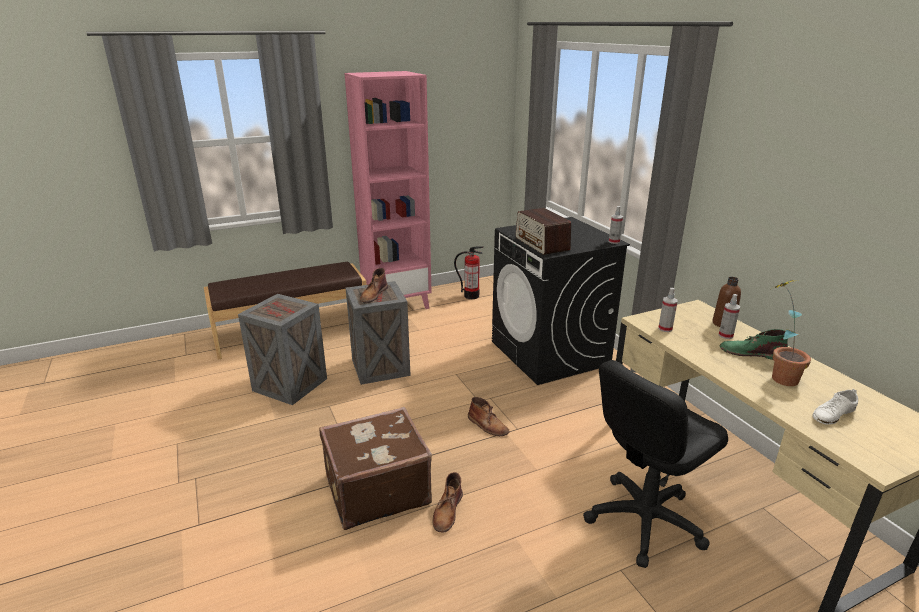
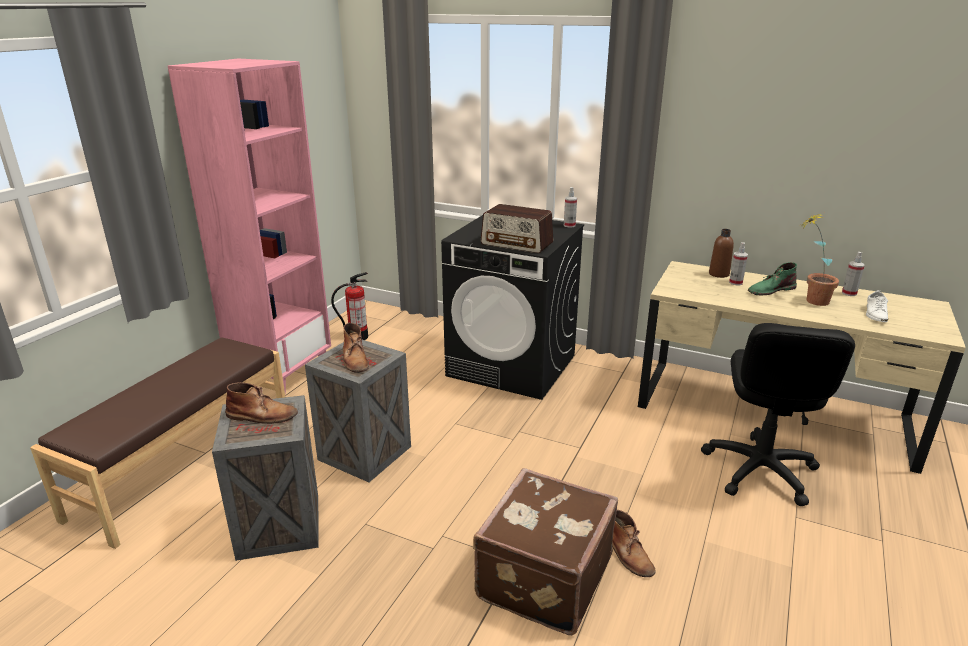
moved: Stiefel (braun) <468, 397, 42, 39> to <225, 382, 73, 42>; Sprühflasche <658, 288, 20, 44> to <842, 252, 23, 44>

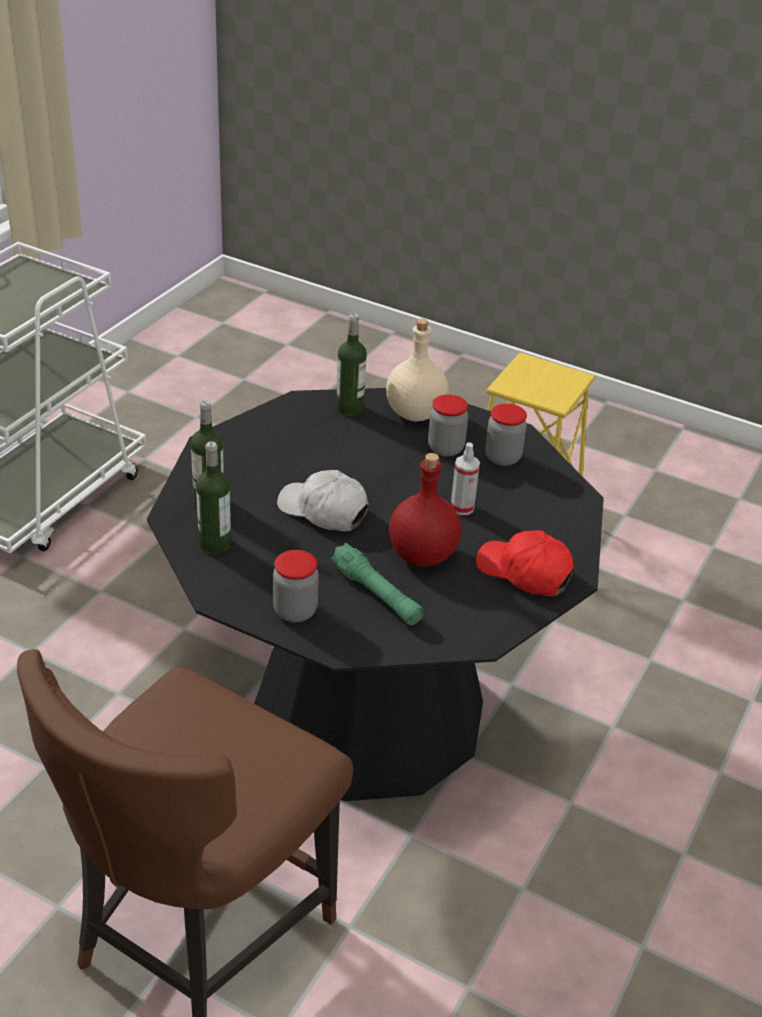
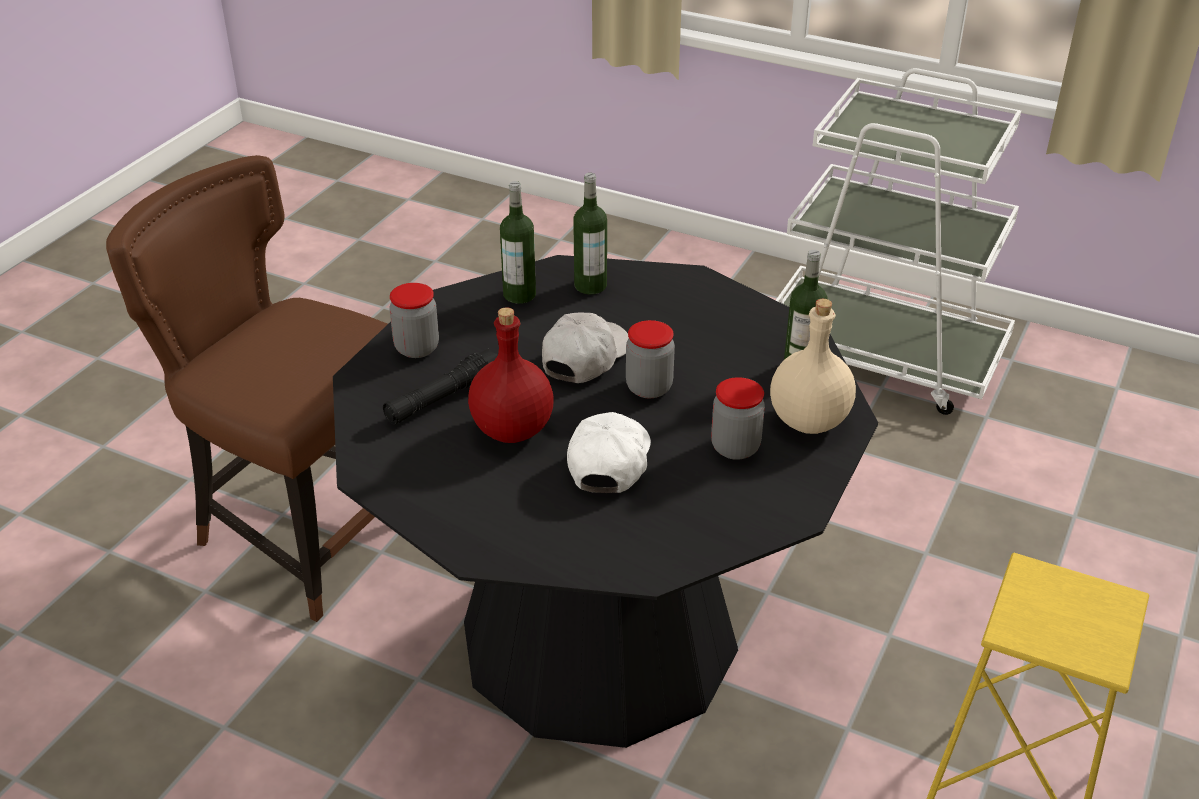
removed: Kappe (rot) <476, 530, 99, 66>
moved: Vorratsglas <485, 404, 42, 62> to <626, 320, 49, 78>
replaced: Sprühflasche <451, 443, 29, 72> to Kappe (weiß) <567, 412, 84, 81>
recoloured: Taschenlampe (grün) <331, 543, 93, 82> to Taschenlampe (schwarz) <383, 348, 114, 77>

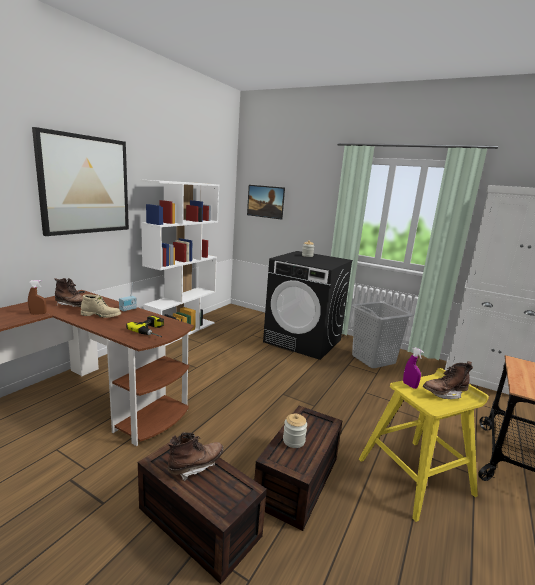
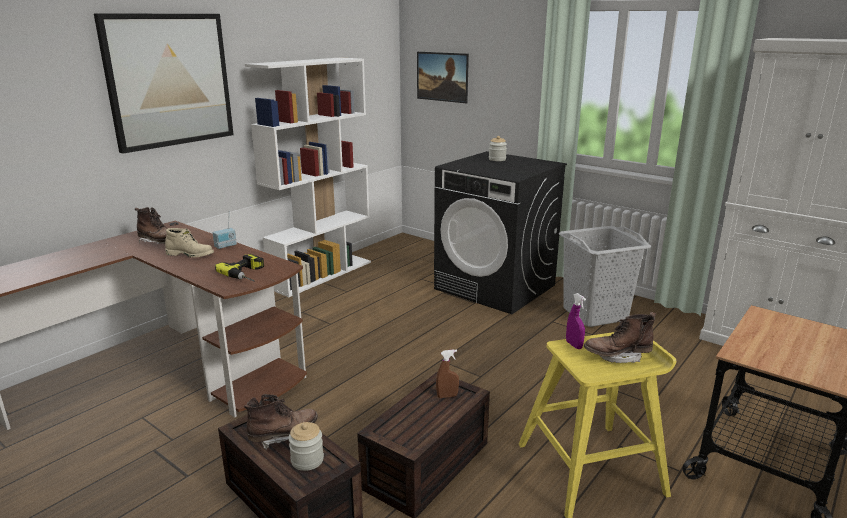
moved: Sprühflasche (braun) <28, 280, 19, 35> to <436, 349, 23, 49>; Vorratsglas <283, 414, 24, 34> to <288, 422, 36, 49>

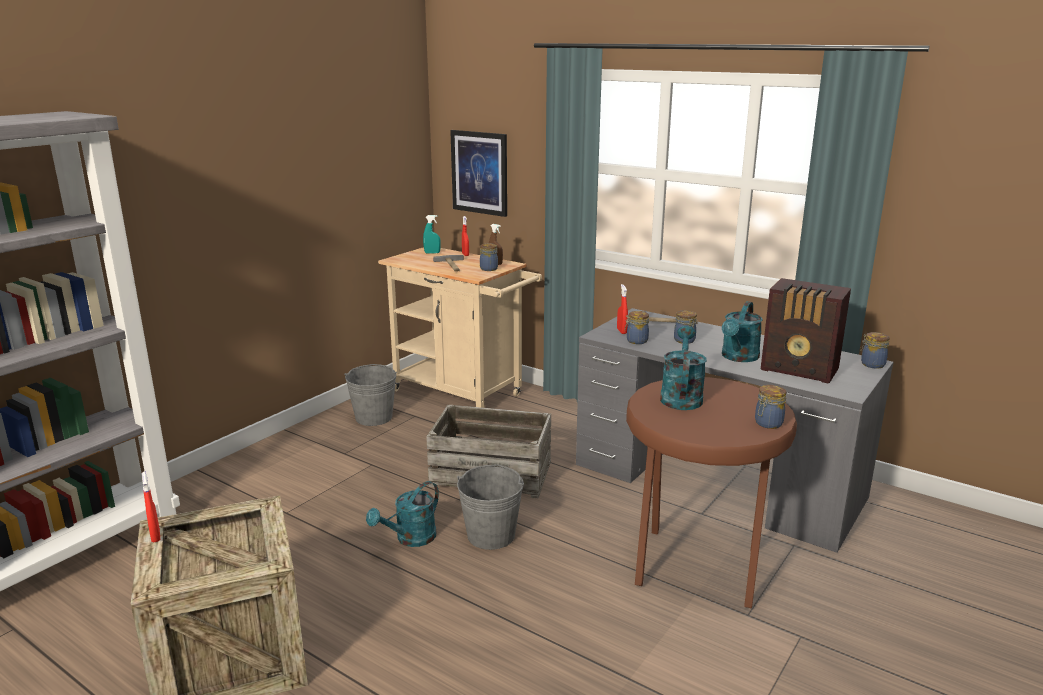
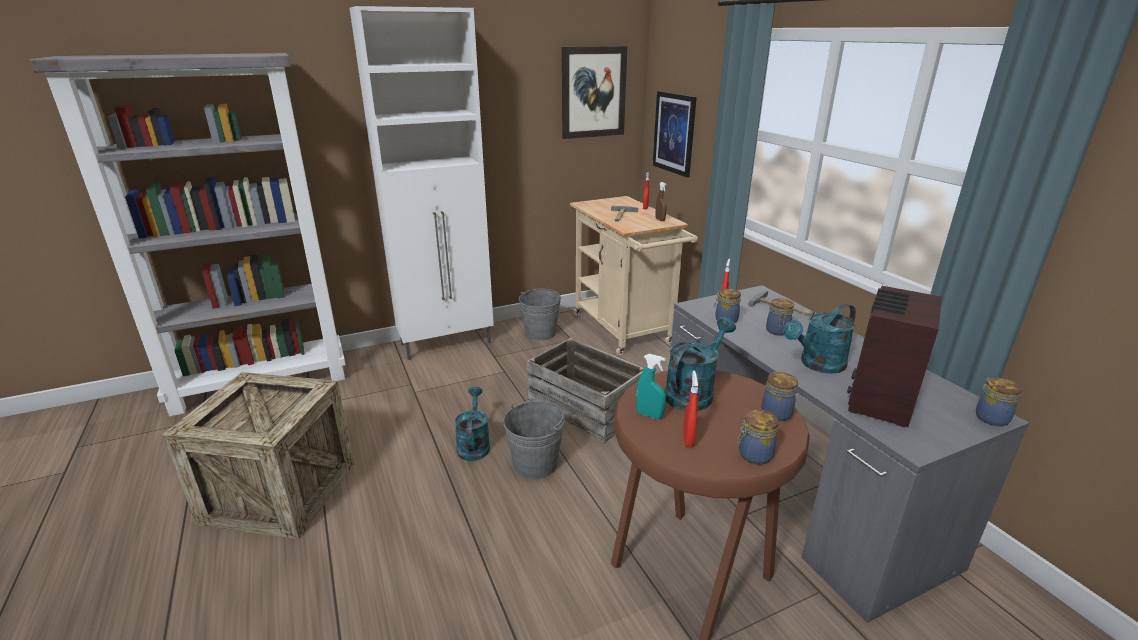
added: Schrank (weiß) <350, 6, 144, 354>; Bild <562, 46, 65, 93>
moved: Sprühflasche (rot) <142, 471, 18, 71> to <683, 371, 15, 76>; Sprühflasche (türkis) <423, 215, 18, 39> to <636, 354, 30, 65>; Vorratsglas <480, 243, 18, 28> to <761, 372, 37, 49>
turned: Gießkanne (türkis) <366, 481, 73, 66> = <454, 387, 36, 74> 105 degrees clockwise; Radio <761, 278, 90, 106> = <847, 286, 95, 141> 60 degrees clockwise

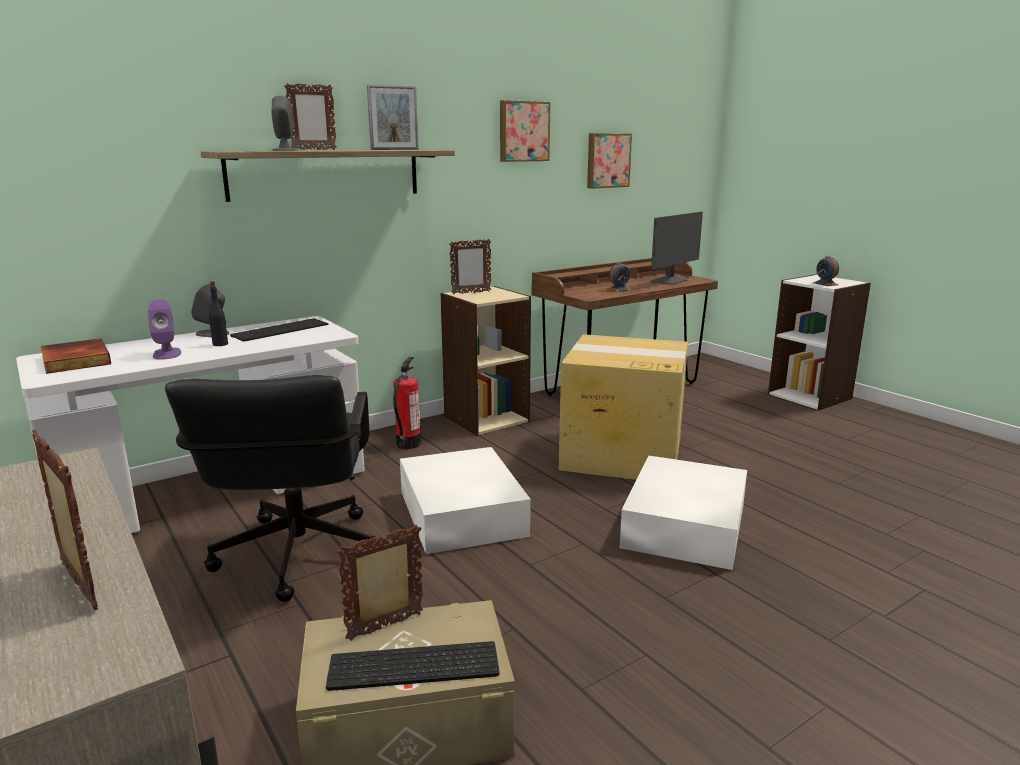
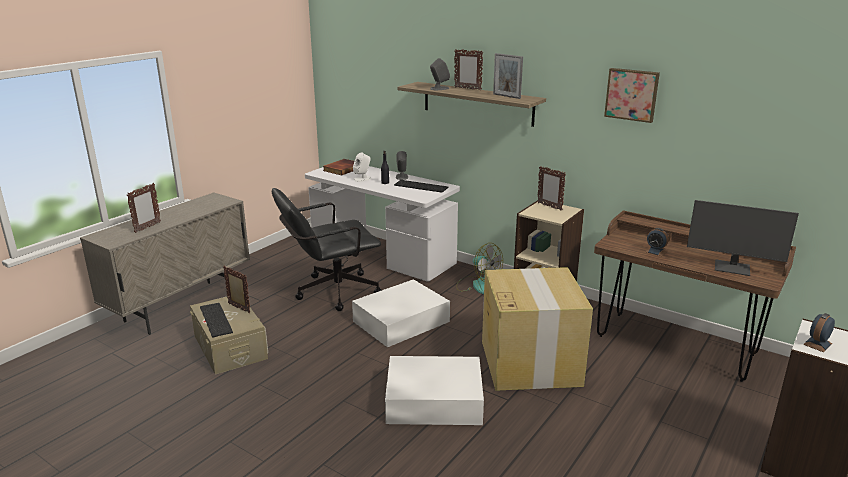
removed: Bild <587, 133, 45, 56>
replaced: Feuerlöscher <393, 357, 28, 92> to Ventilator <456, 243, 47, 51>
recoloured: Lautsprecher (lila) <148, 299, 33, 61> to Lautsprecher (weiß) <353, 152, 18, 30>

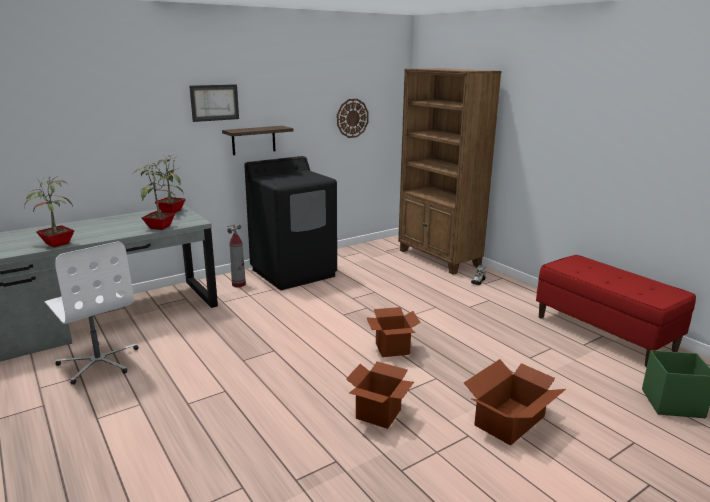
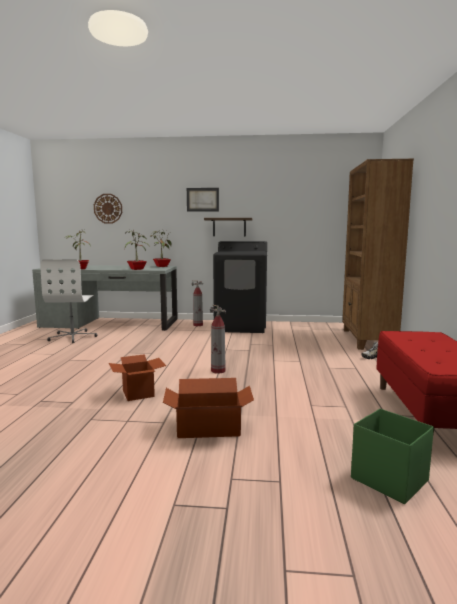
moved: Wanduhr <337, 99, 32, 39> to <94, 194, 28, 30>
replaced: Karton <366, 307, 55, 50> to Feuerlöscher <210, 305, 16, 69>

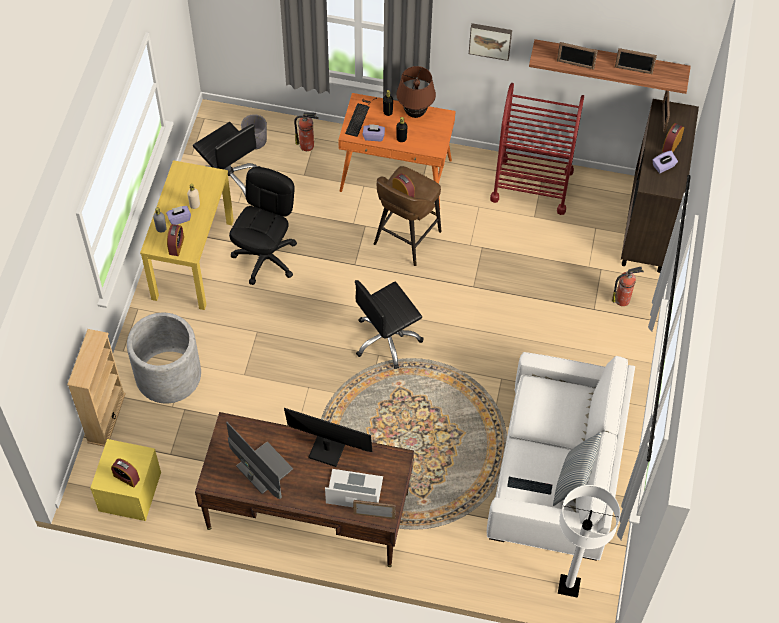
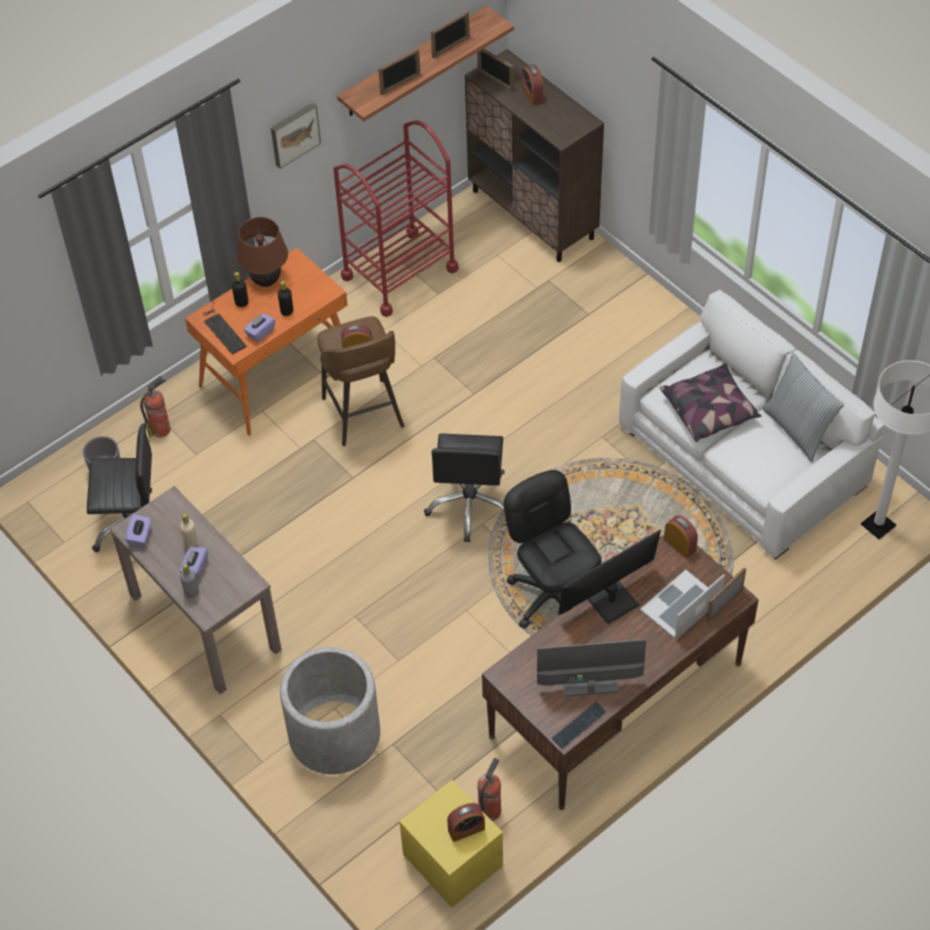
removed: Bücherregal (beige) <67, 329, 59, 118>
added: Kissen <660, 363, 102, 79>
moved: Wecker <167, 224, 17, 32> to <664, 515, 34, 43>; Bürostuhl (schwarz) <229, 167, 68, 118> to <504, 470, 98, 158>; Tastatur <507, 477, 45, 18> to <552, 702, 54, 46>; Feuerlöscher <612, 267, 32, 39> to <477, 758, 24, 63>; Taschentuchbox (lila) <653, 151, 25, 22> to <125, 514, 26, 33>
recoloured: Konsolentisch (gelb) <140, 160, 94, 150> to Konsolentisch (braun) <110, 486, 172, 208>

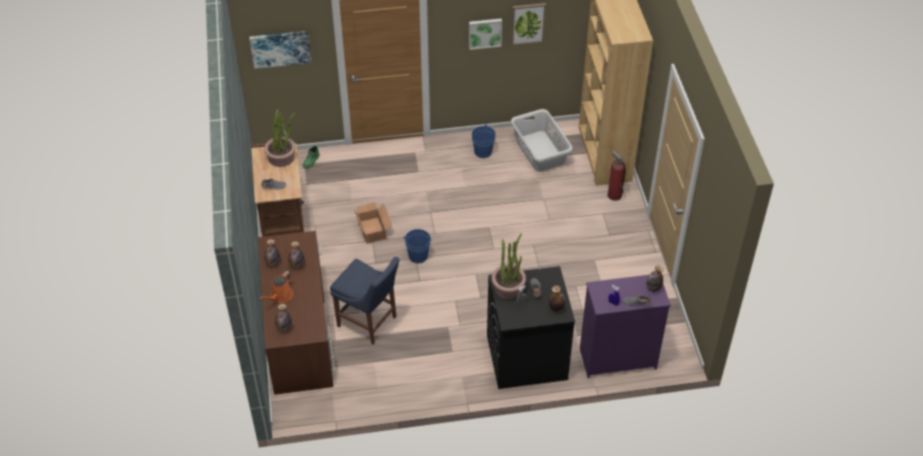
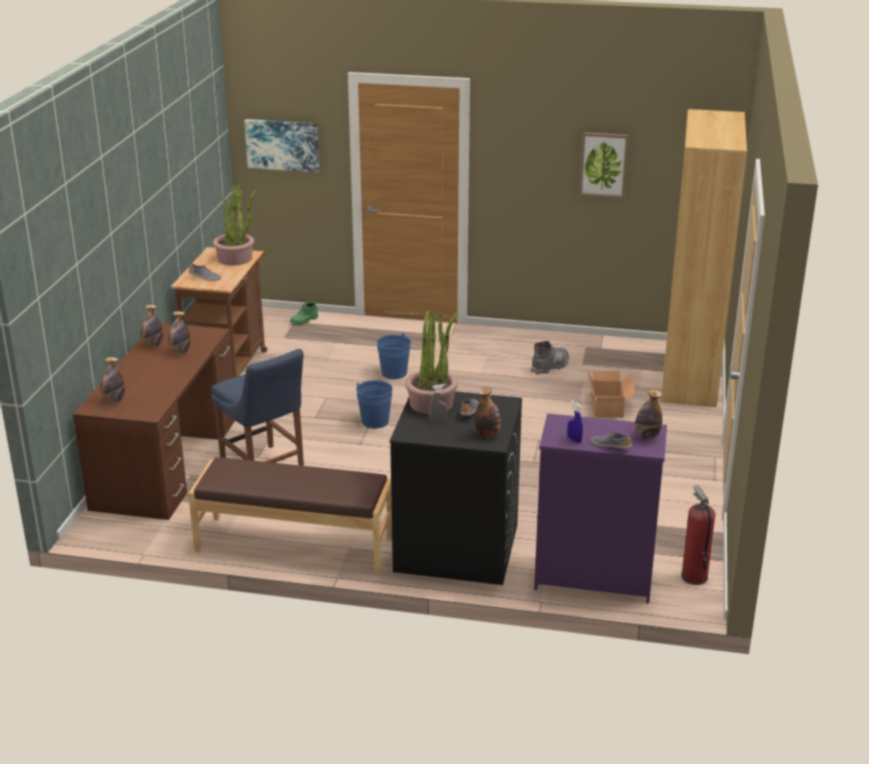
removed: Gießkanne (orange) <260, 271, 33, 32>; Bild <469, 19, 33, 31>; Wäschekorb (grau) <510, 109, 63, 63>
added: Bank (braun) <188, 457, 204, 117>; Stiefel (grau) <531, 341, 38, 34>
moved: Karton <354, 202, 38, 42> to <588, 371, 48, 47>; Eimer (blau) <472, 125, 24, 33> to <377, 333, 34, 46>; Feuerlöscher <607, 150, 19, 51> to <681, 485, 34, 100>

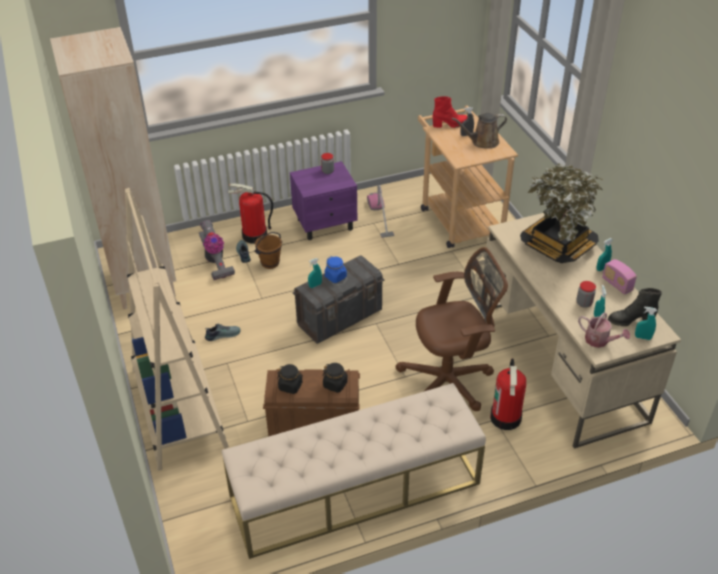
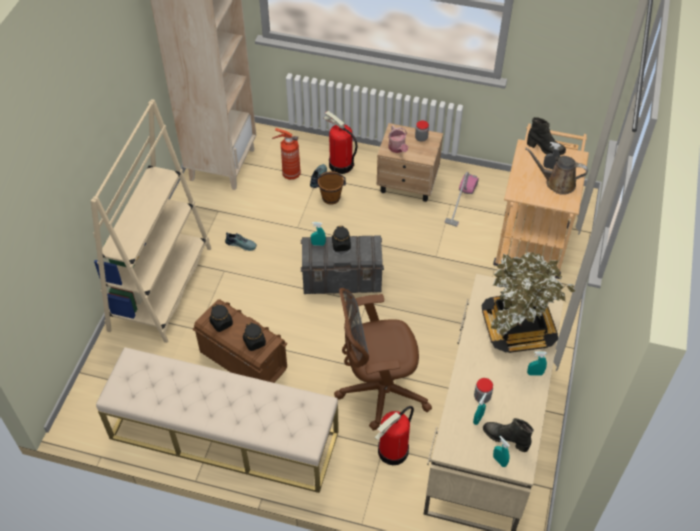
removed: Radio <602, 259, 35, 36>
moved: Gießkanne <578, 313, 52, 35> to <388, 125, 20, 28>
replaced: Staubsauger <199, 220, 36, 60> to Feuerlöscher <272, 128, 29, 52>
recoloured: Nachttisch (lila) <290, 161, 68, 79> to Nachttisch (beige) <376, 123, 67, 79>; Vorratsglas (blau) <325, 256, 22, 27> to Vorratsglas (schwarz) <332, 226, 19, 26>; Stiefel (rot) <433, 96, 34, 32> to Stiefel (schwarz) <527, 117, 39, 38>
turned: Bürostuhl (braun) <395, 247, 113, 164> = <334, 288, 98, 143> 150 degrees clockwise

